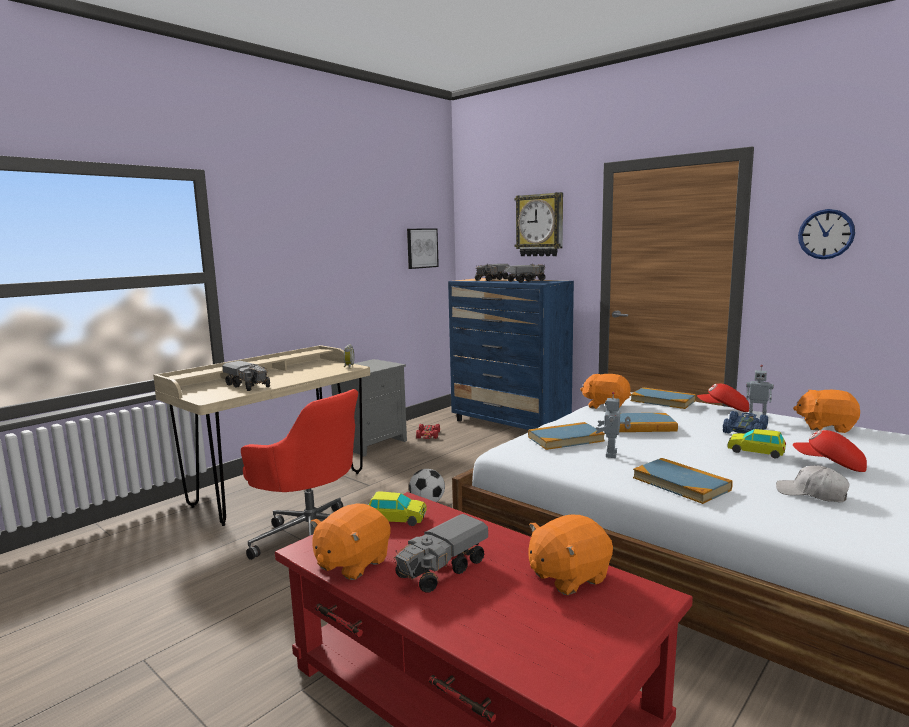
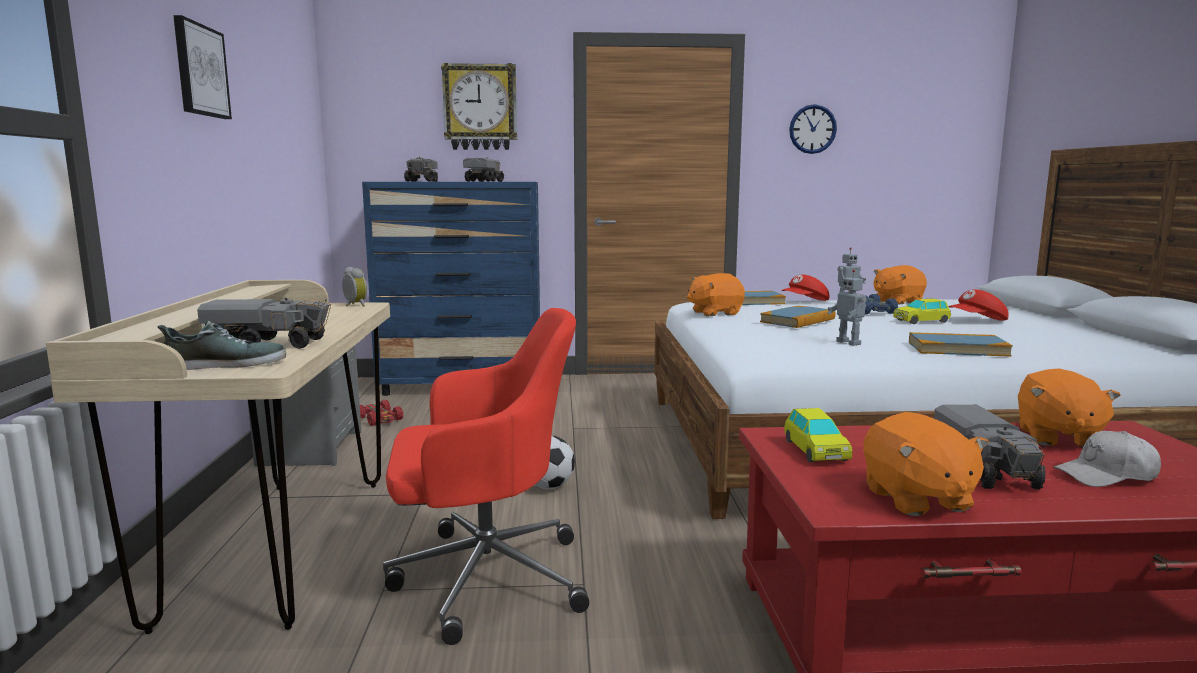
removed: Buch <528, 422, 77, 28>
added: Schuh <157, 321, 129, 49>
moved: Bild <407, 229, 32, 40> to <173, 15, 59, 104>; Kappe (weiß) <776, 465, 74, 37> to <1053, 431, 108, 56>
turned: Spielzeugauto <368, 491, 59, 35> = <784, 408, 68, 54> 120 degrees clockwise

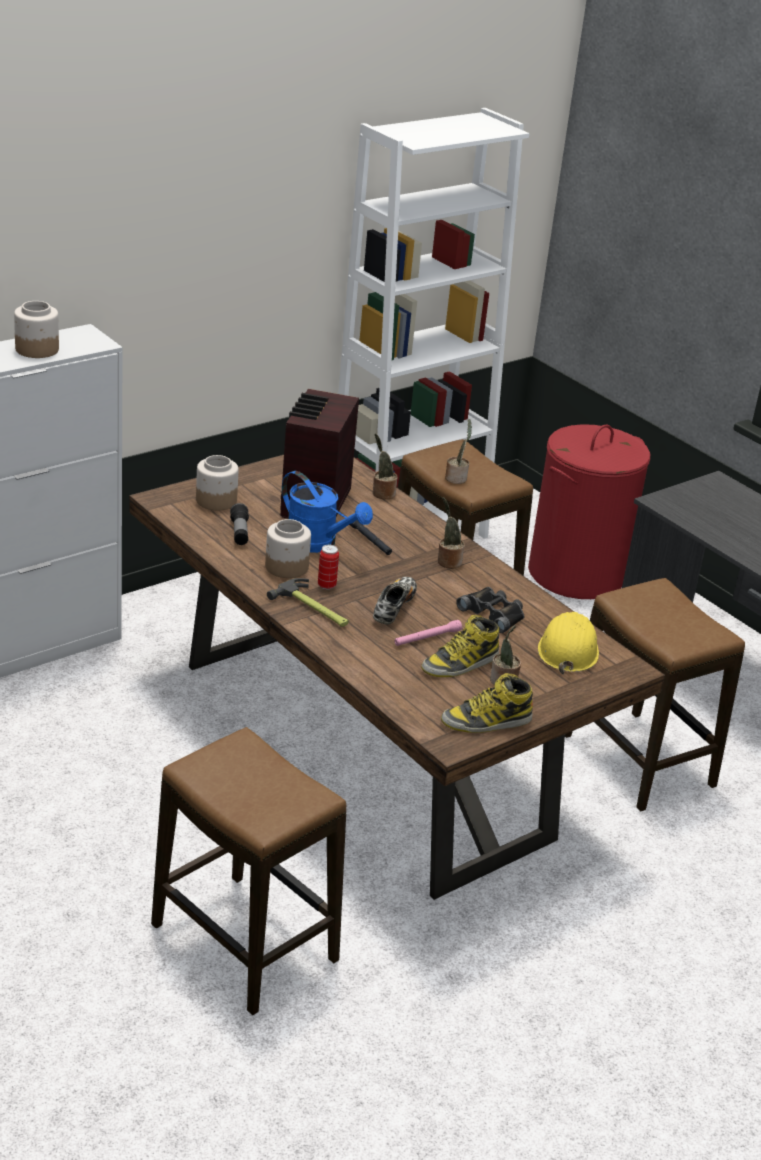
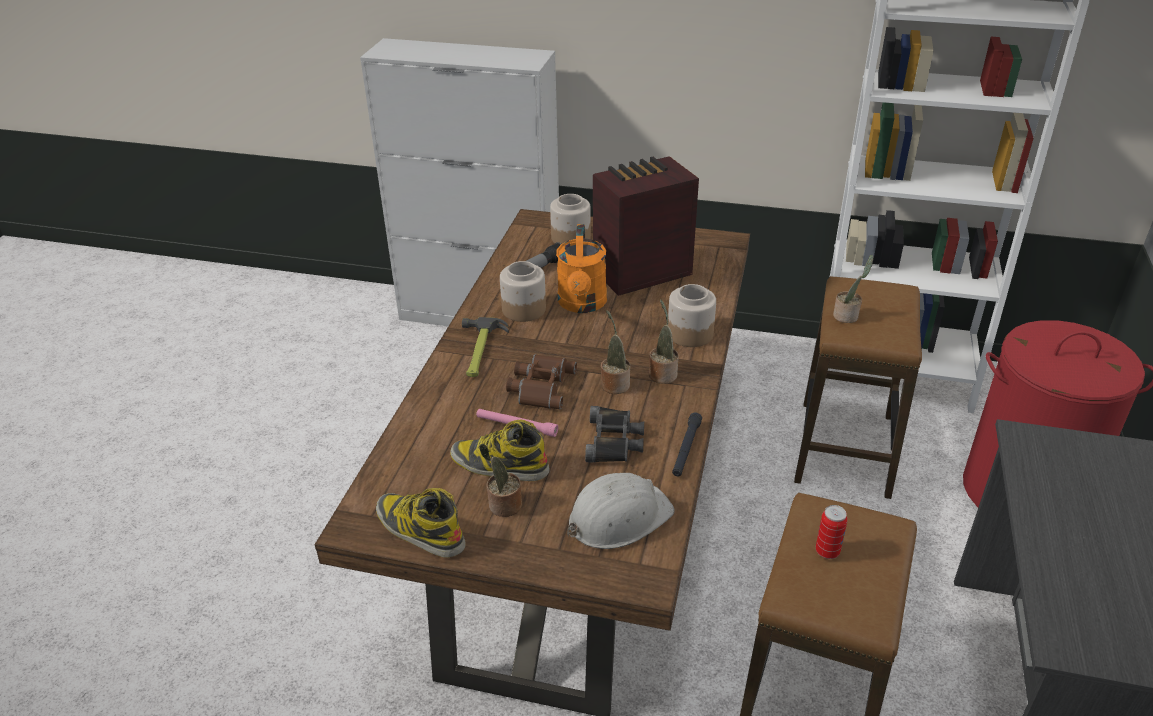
removed: Hocker <151, 727, 195, 288>
moved: Vorratsglas <14, 301, 45, 57> to <668, 284, 48, 63>; Dose <318, 545, 21, 45> to <816, 505, 32, 54>; Taschenlampe (schwarz) <349, 520, 43, 35> to <672, 412, 30, 64>; Topfpflanze <373, 433, 25, 67> to <601, 310, 29, 84>
replaced: Schuh <373, 577, 44, 48> to Fernglas (braun) <506, 354, 71, 55>
recoloured: Gießkanne (blau) <282, 471, 91, 82> to Gießkanne (orange) <556, 224, 51, 89>; Schutzhelm (gelb) <538, 612, 61, 62> to Schutzhelm (weiß) <567, 473, 108, 76>

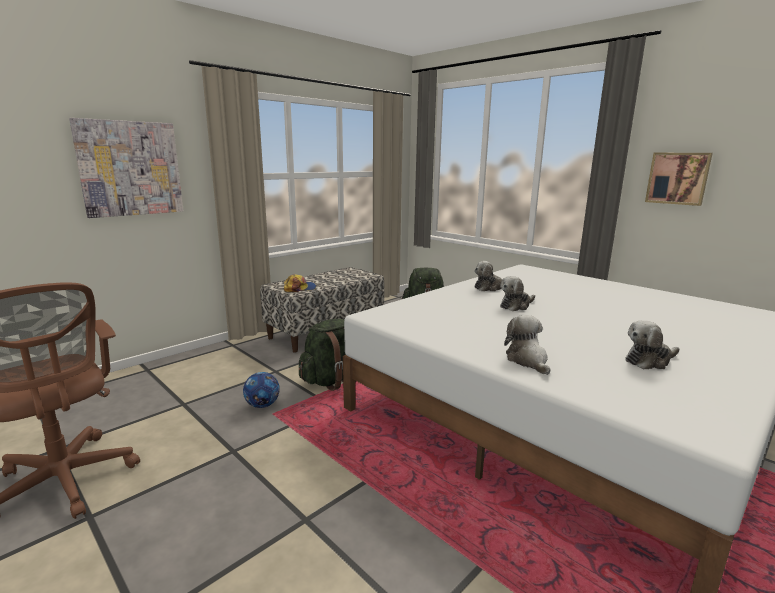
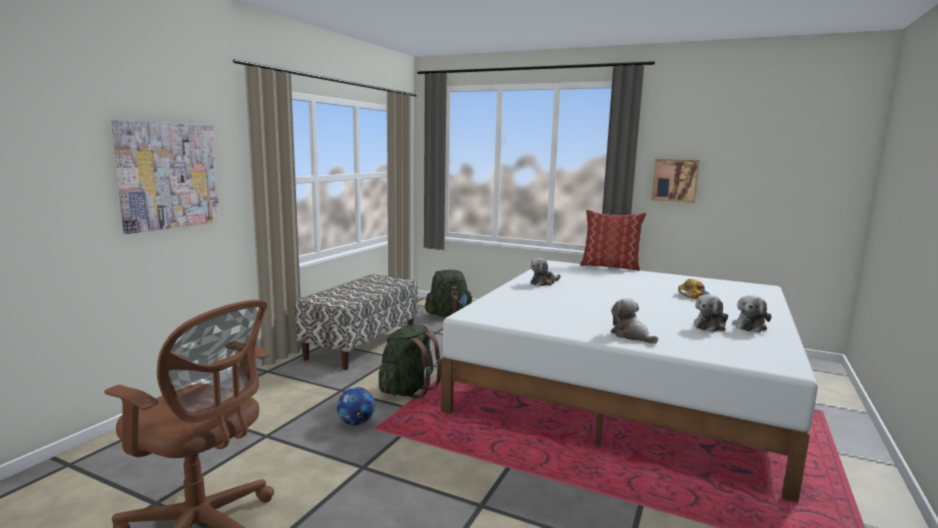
added: Kissen <580, 210, 66, 61>
moved: Kappe <284, 274, 32, 18> to <678, 279, 32, 20>; Plüschtier <500, 276, 35, 35> to <732, 295, 39, 38>

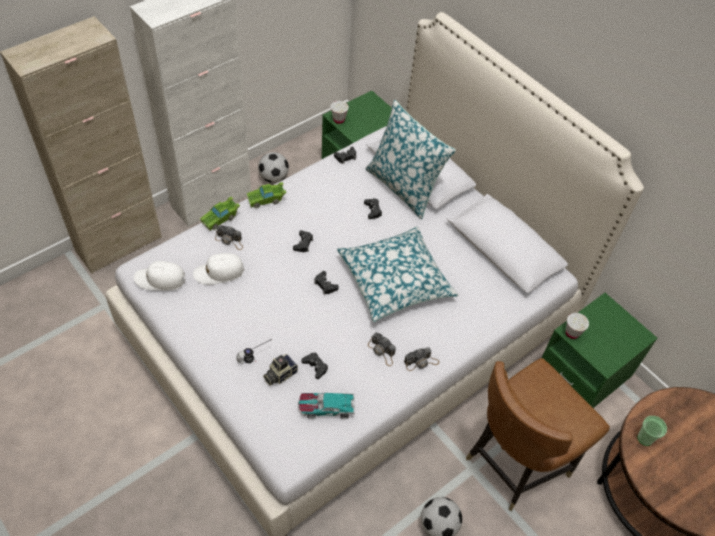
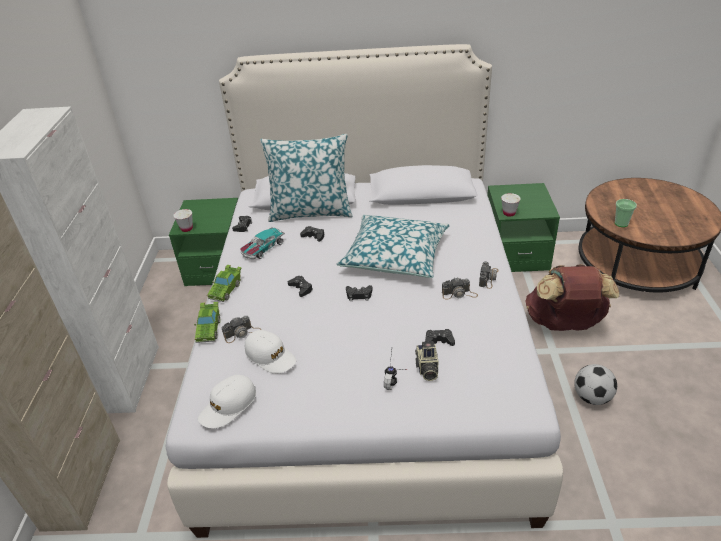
removed: Fußball <258, 152, 31, 31>
moved: Spielzeugauto <298, 393, 57, 26> to <240, 227, 45, 32>
replaced: Stuhl (braun) <466, 358, 144, 153> to Rucksack (braun) <525, 264, 94, 67>
turned: Kappe (weiß) <193, 253, 51, 32> = <245, 330, 51, 44> 75 degrees counterclockwise

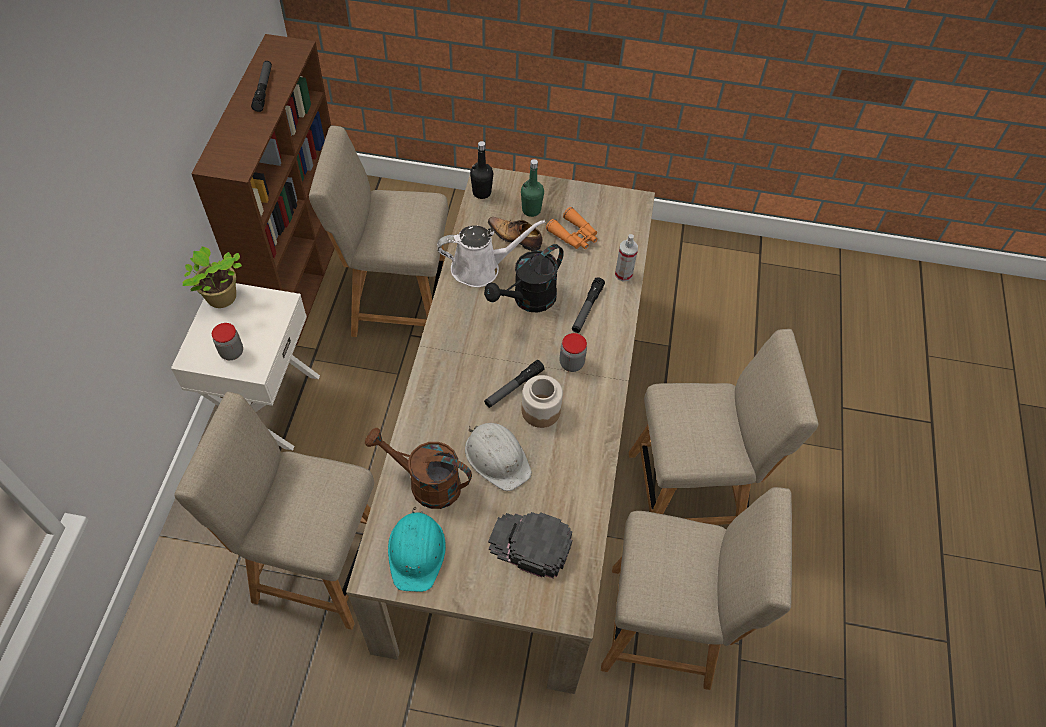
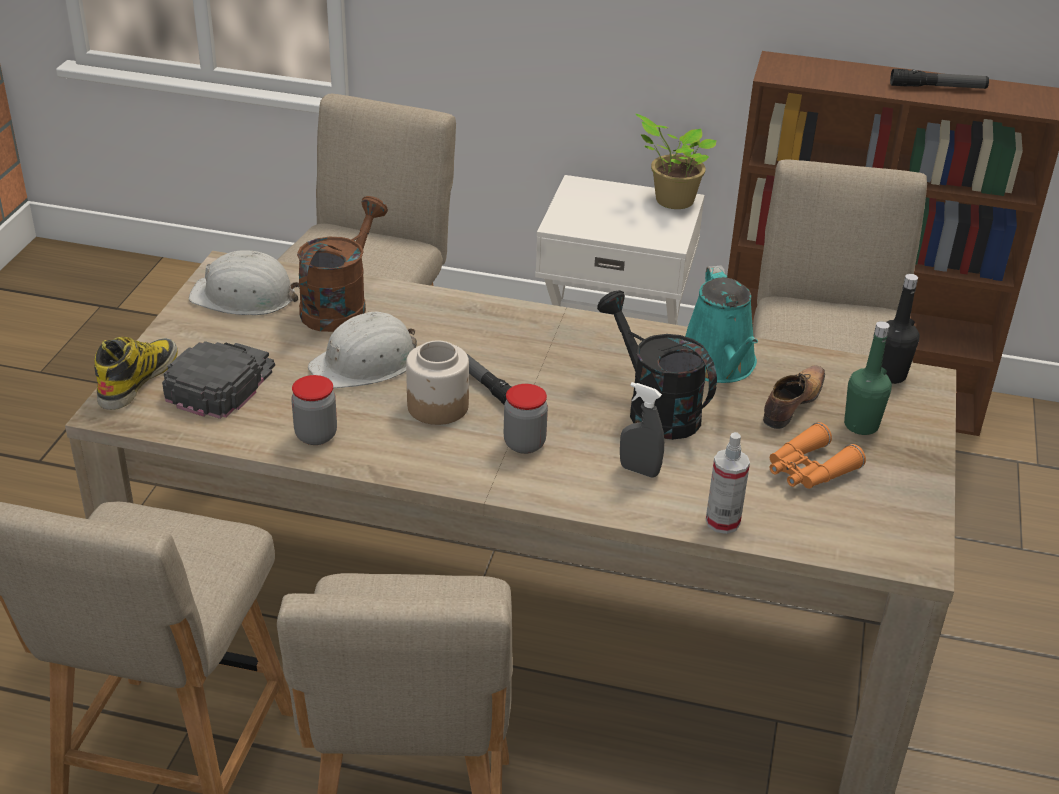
added: Stiefel <94, 337, 84, 73>
moved: Vorratsglas <212, 323, 31, 37> to <291, 375, 46, 70>
replaced: Taschenlampe <572, 277, 33, 56> to Sprühflasche (grau) <620, 382, 44, 96>
recoloured: Schutzhelm (türkis) <388, 507, 58, 85> to Schutzhelm (weiß) <189, 250, 111, 65>; Gießkanne (weiß) <437, 220, 108, 67> to Gießkanne (türkis) <685, 265, 73, 118>

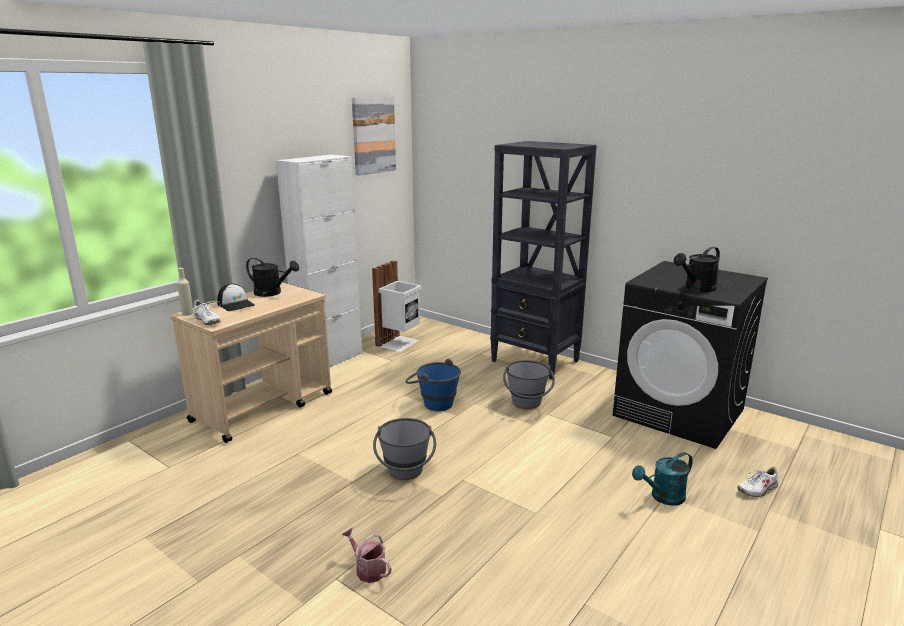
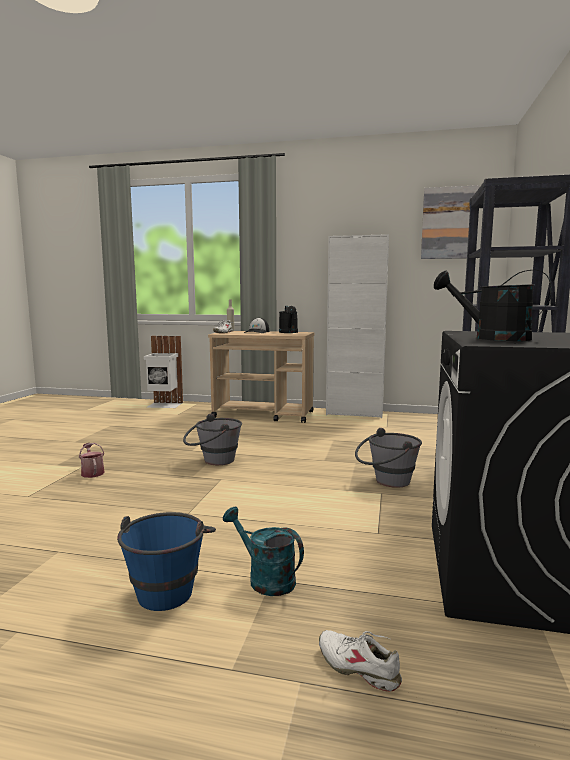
moved: Mülleimer (weiß) <372, 261, 50, 91> to <144, 336, 39, 72>; Eimer (blau) <405, 358, 56, 53> to <117, 512, 99, 99>
turned: Gießkanne <341, 528, 50, 55> = <79, 443, 26, 35> 45 degrees counterclockwise

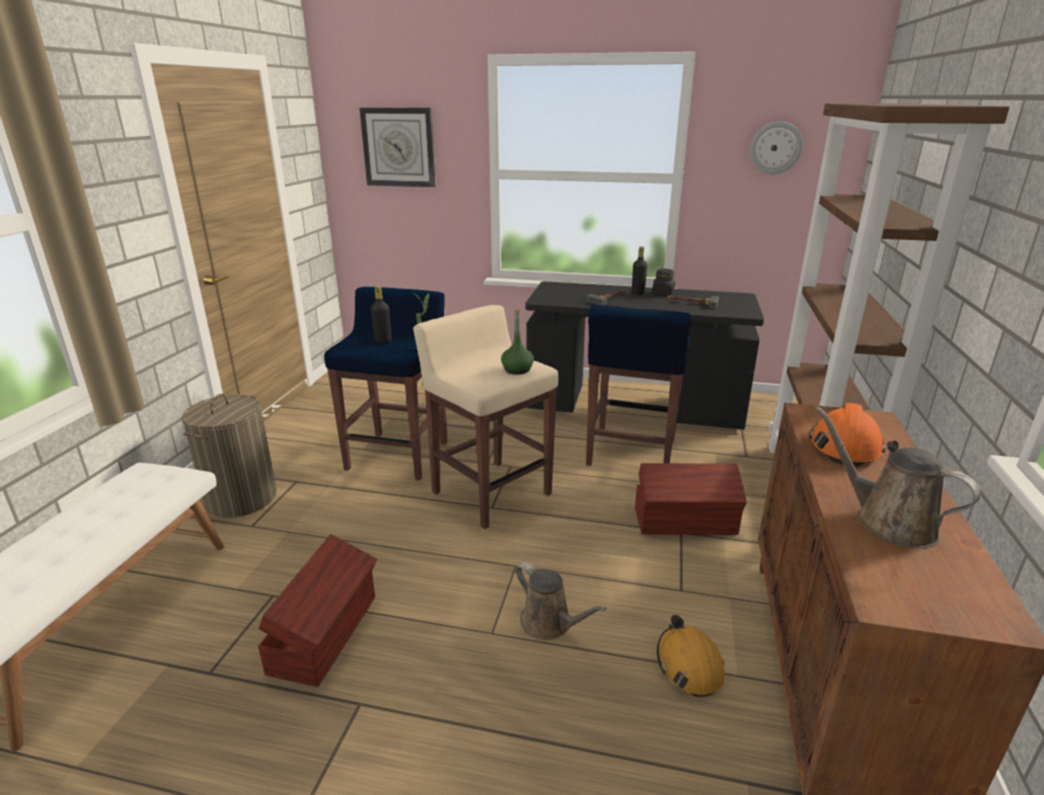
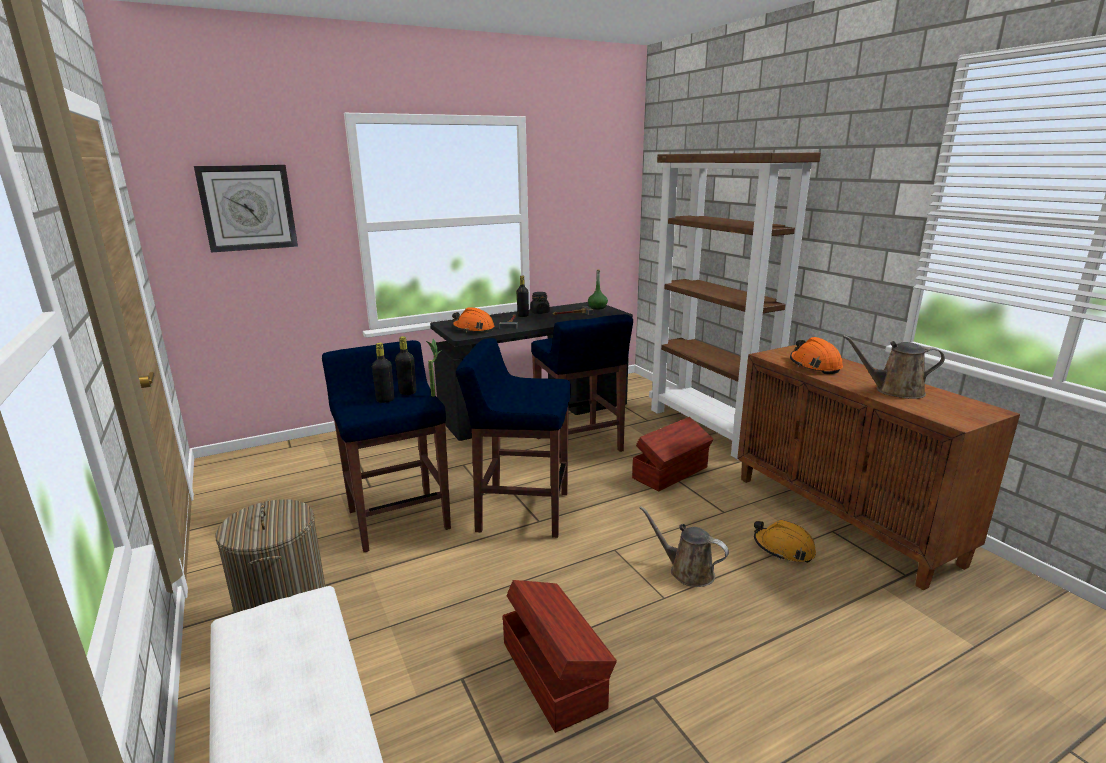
removed: Wanduhr <750, 121, 53, 53>
added: Flasche (schwarz) <395, 336, 21, 59>; Schutzhelm (orange) <452, 307, 42, 26>
moved: Flasche (grün) <501, 309, 33, 65> to <588, 269, 20, 40>
recoloured: Hocker (beige) <413, 305, 146, 224> to Hocker (blau) <456, 338, 115, 200>
turned: Gießkanne (braun) <515, 562, 92, 78> = <640, 506, 89, 81> 150 degrees counterclockwise

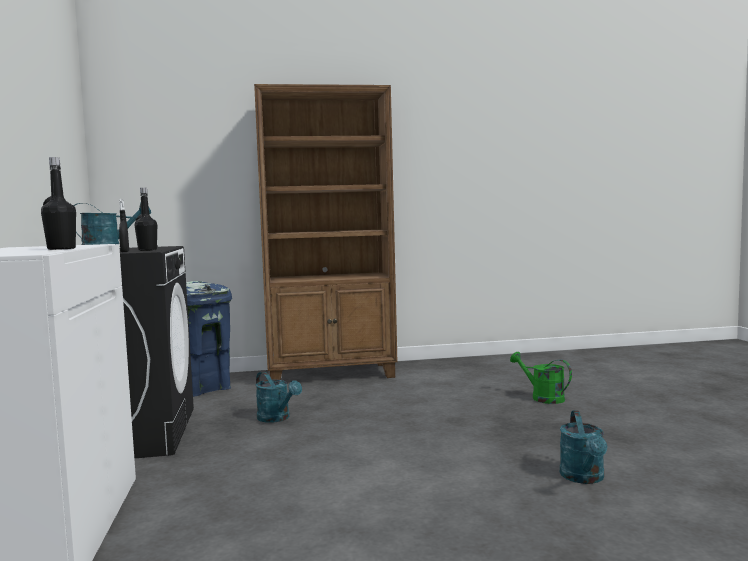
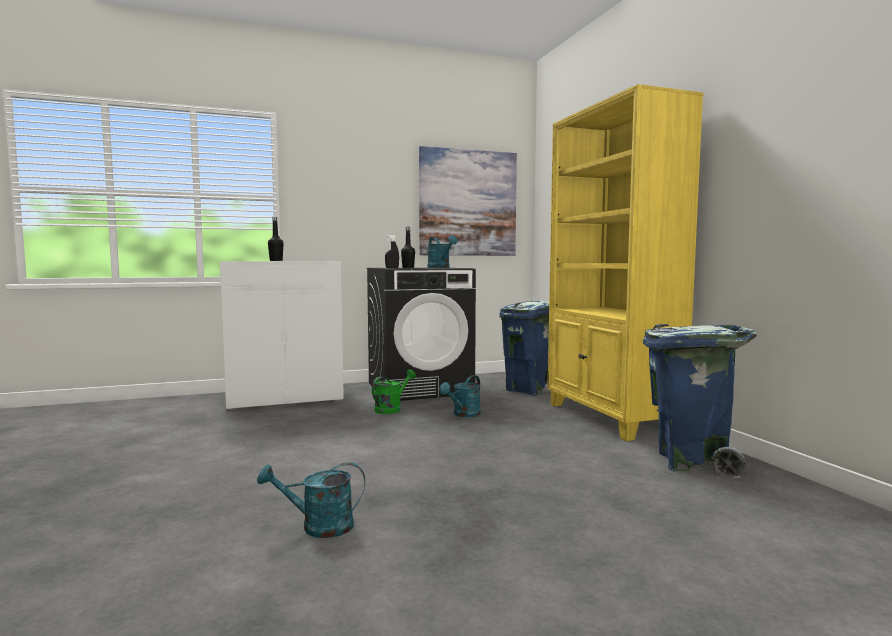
added: Bild <419, 146, 98, 110>; Mülleimer (blau) <643, 324, 114, 154>
moved: Gießkanne (grün) <510, 352, 62, 52> to <372, 369, 44, 45>
recoloured: Bücherregal (braun) <254, 84, 144, 296> to Bücherregal (gelb) <548, 84, 155, 357>

